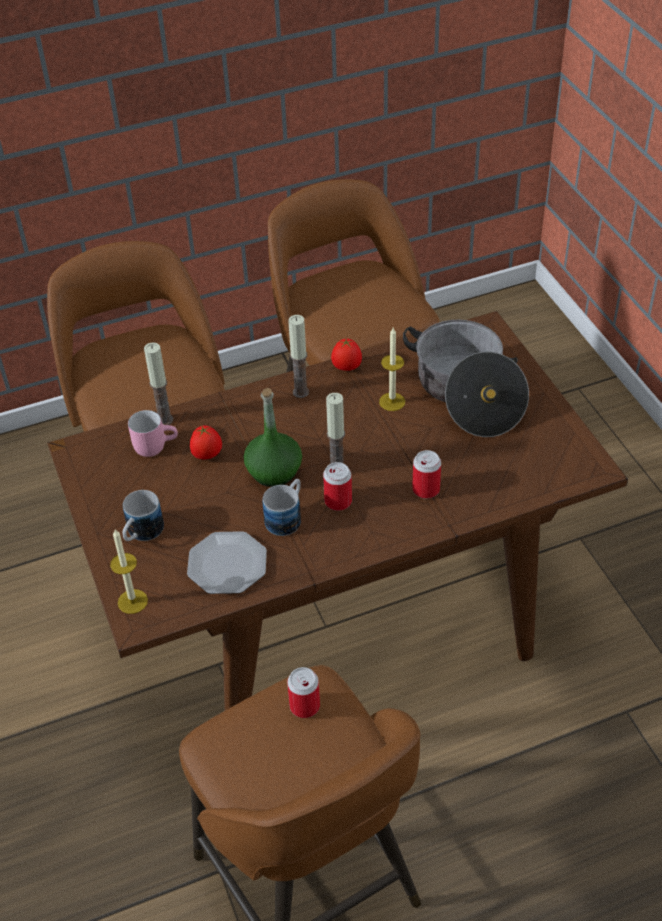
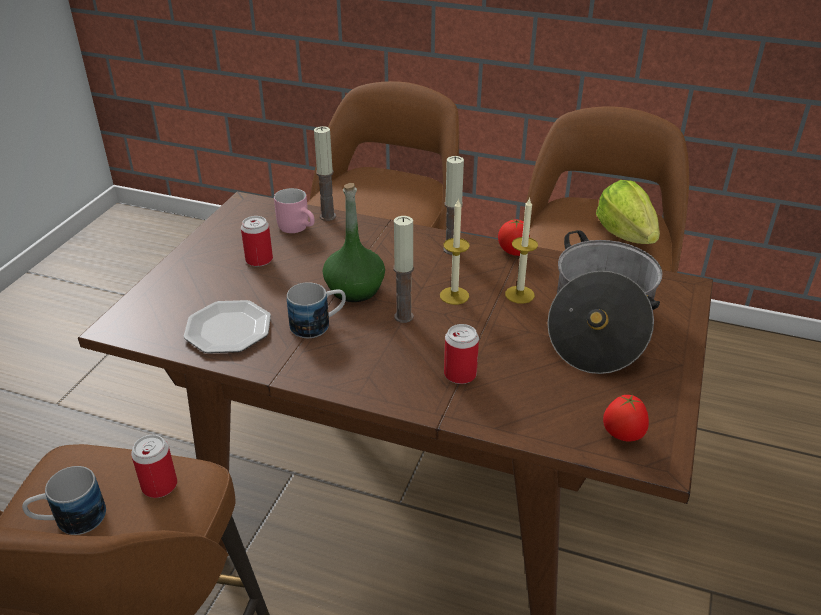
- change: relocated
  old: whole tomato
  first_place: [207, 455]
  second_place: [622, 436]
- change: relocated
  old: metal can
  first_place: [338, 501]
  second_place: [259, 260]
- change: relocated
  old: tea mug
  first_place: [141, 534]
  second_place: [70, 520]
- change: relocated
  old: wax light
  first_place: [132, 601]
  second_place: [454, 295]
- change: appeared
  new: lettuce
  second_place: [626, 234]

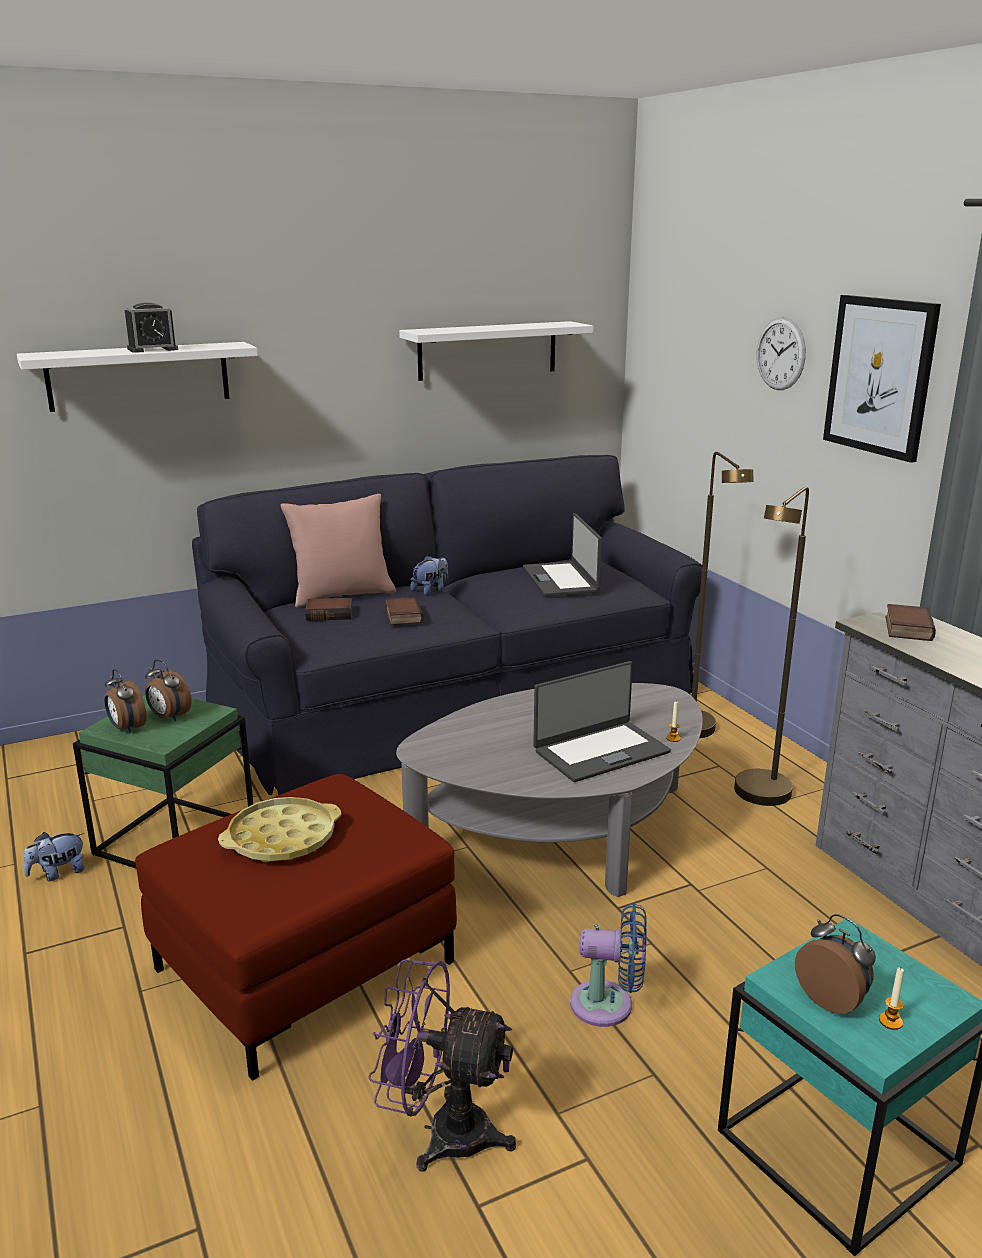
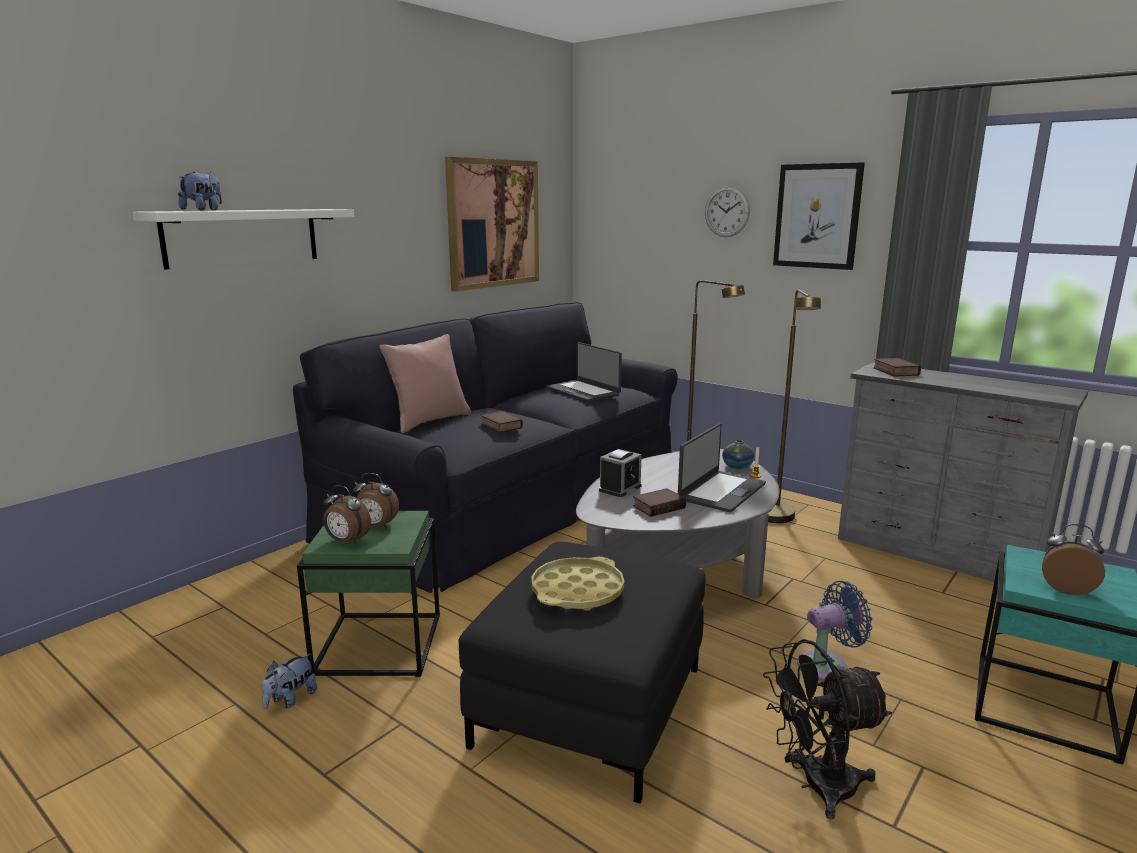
- change: relocated
  old: alarm clock
  first_place: [152, 349]
  second_place: [620, 488]
- change: exchanged
  old: white-coloured bracket shelf
  new: picture
  first_place: [488, 350]
  second_place: [493, 223]
- change: relocated
  old: cuddly toy
  first_place: [430, 590]
  second_place: [203, 210]
- change: relocated
  old: volume
  first_place: [330, 613]
  second_place: [658, 506]
- change: colour
  old: red footrest
  new: black-coloured footrest
  first_place: [305, 964]
  second_place: [590, 704]
- change: colour
  old: purplish fan
  new: black-coloured fan
  first_place: [442, 1132]
  second_place: [816, 786]
- change: missing
  old: wax light
  first_place: [890, 1021]
- change: appeared
  new: vase
  second_place: [737, 466]

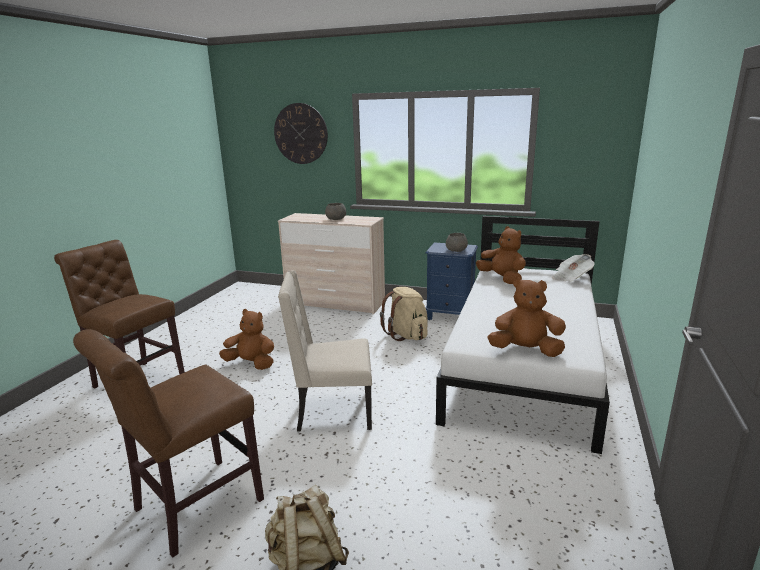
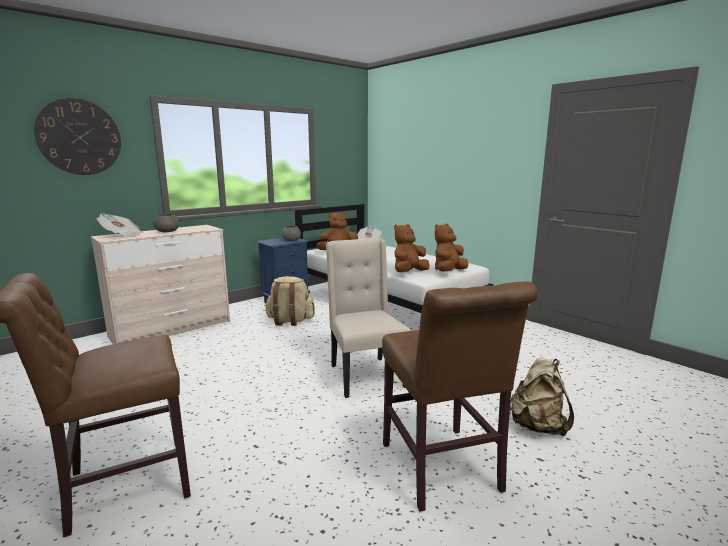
- change: spun
  old: beige-coloured plain chair
  first_place: [332, 412]
  second_place: [365, 375]
  degrees: 135
- change: relocated
  old: brownish cuddly toy
  first_place: [251, 364]
  second_place: [409, 273]
- change: appeared
  new: newspaper
  second_place: [121, 236]

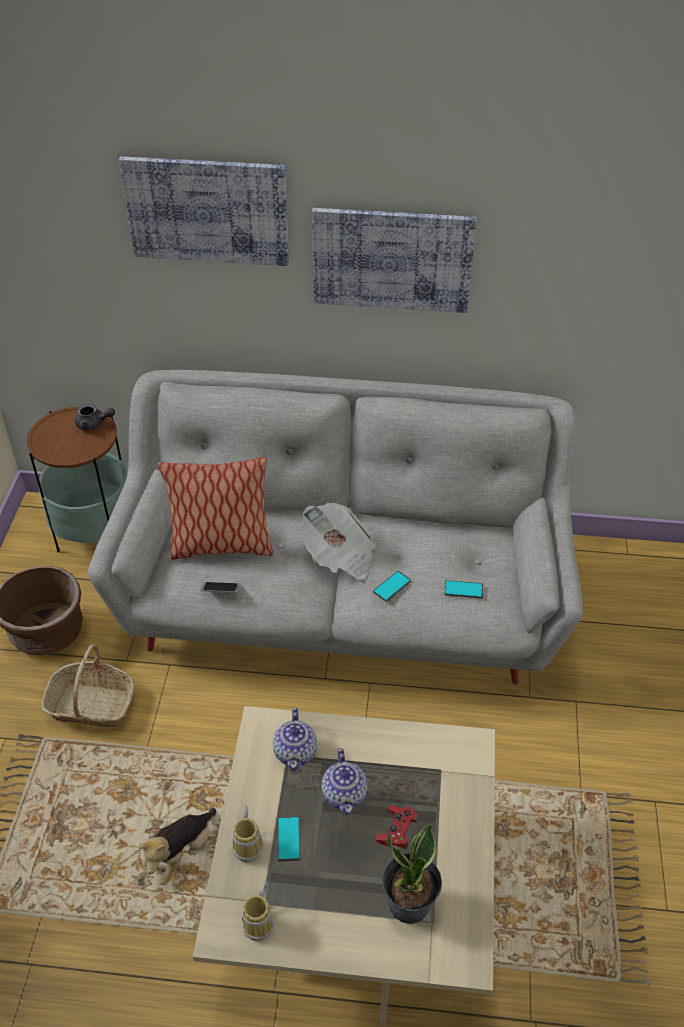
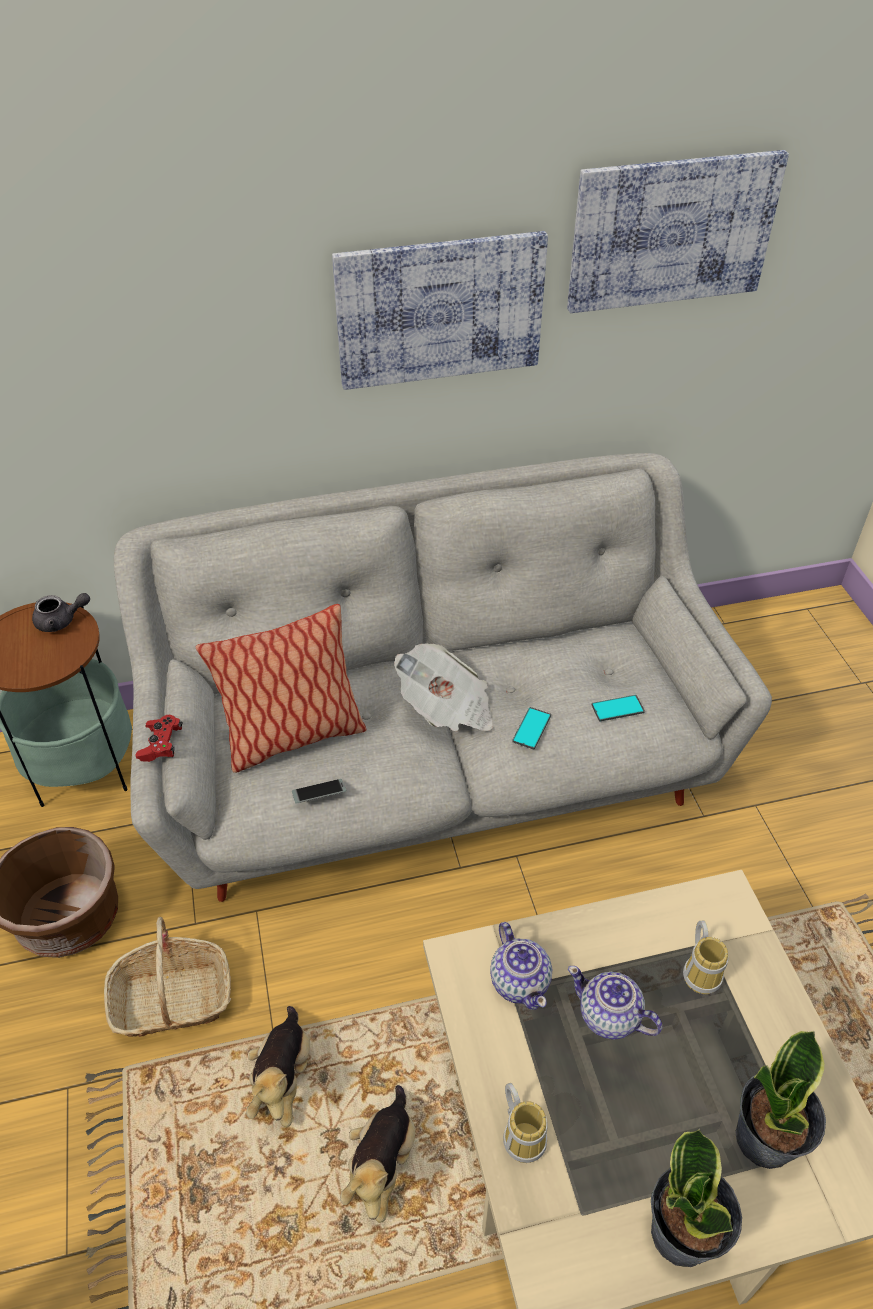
- change: relocated
  old: picture
  first_place: [207, 210]
  second_place: [672, 231]
- change: spun
  old: tea pot
  first_place: [345, 794]
  second_place: [609, 1016]
  degrees: 150
- change: relocated
  old: red gamepad
  first_place: [397, 831]
  second_place: [161, 745]
- change: missing
  old: handset
  first_place: [289, 839]
- change: relocated
  old: tea mug
  first_place: [261, 922]
  second_place: [702, 971]
- change: appeared
  new: cuddly toy
  second_place: [282, 1078]
- change: appeared
  new: houseplant
  second_place: [682, 1233]

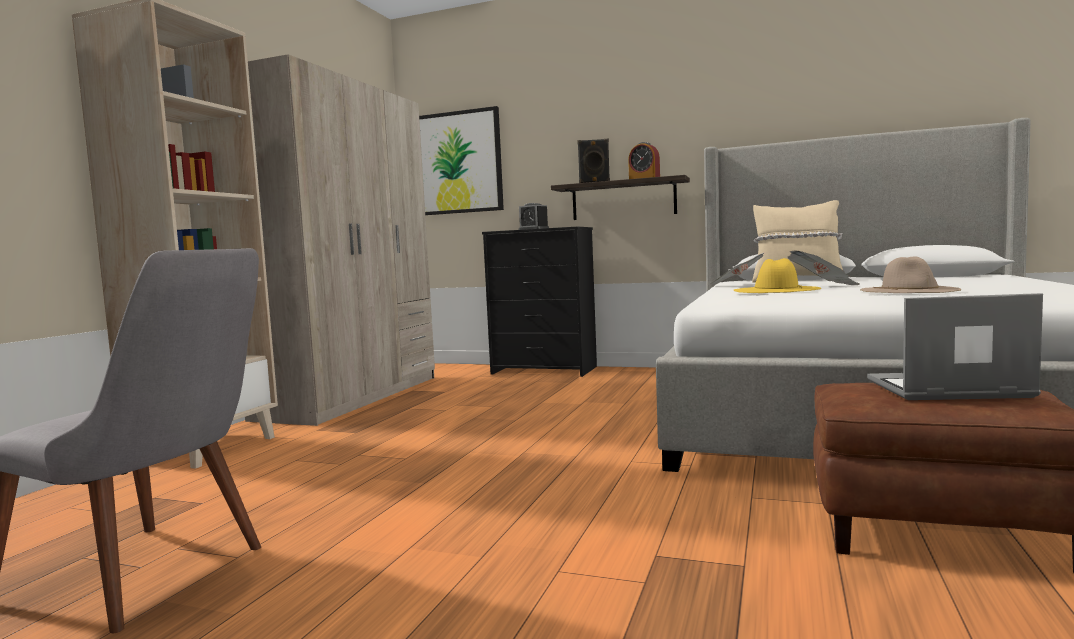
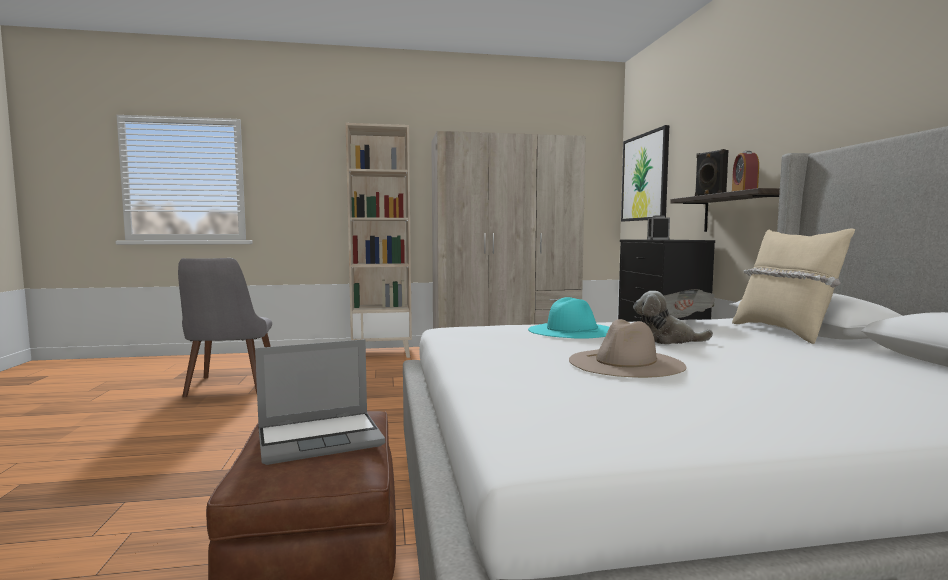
- change: exchanged
  old: newspaper
  new: cuddly toy
  first_place: [823, 286]
  second_place: [666, 340]
- change: colour
  old: yellow-coloured clothing hat
  new: turquoise-coloured clothing hat
  first_place: [776, 290]
  second_place: [572, 330]
- change: spun
  old: portable computer
  first_place: [946, 390]
  second_place: [321, 438]
  degrees: 90

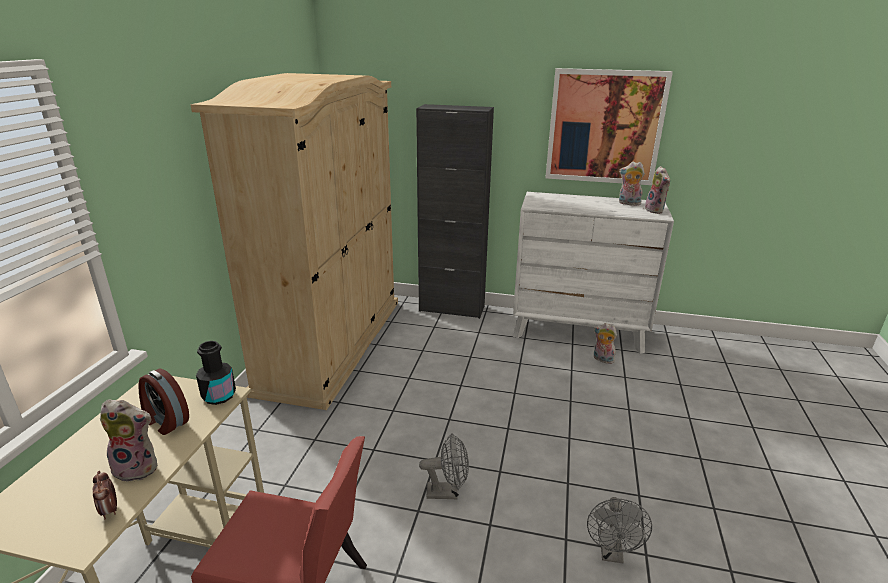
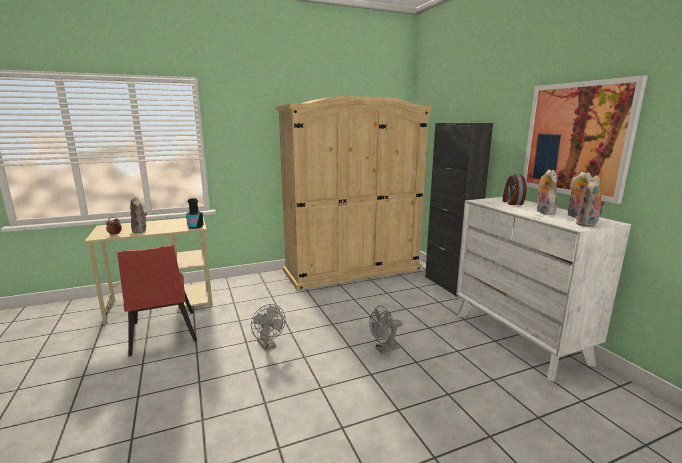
- change: relocated
  old: cuddly toy
  first_place: [602, 359]
  second_place: [543, 212]
- change: relocated
  old: alarm clock
  first_place: [165, 421]
  second_place: [512, 203]
- change: relocated
  old: gray fan
  first_place: [612, 553]
  second_place: [384, 349]

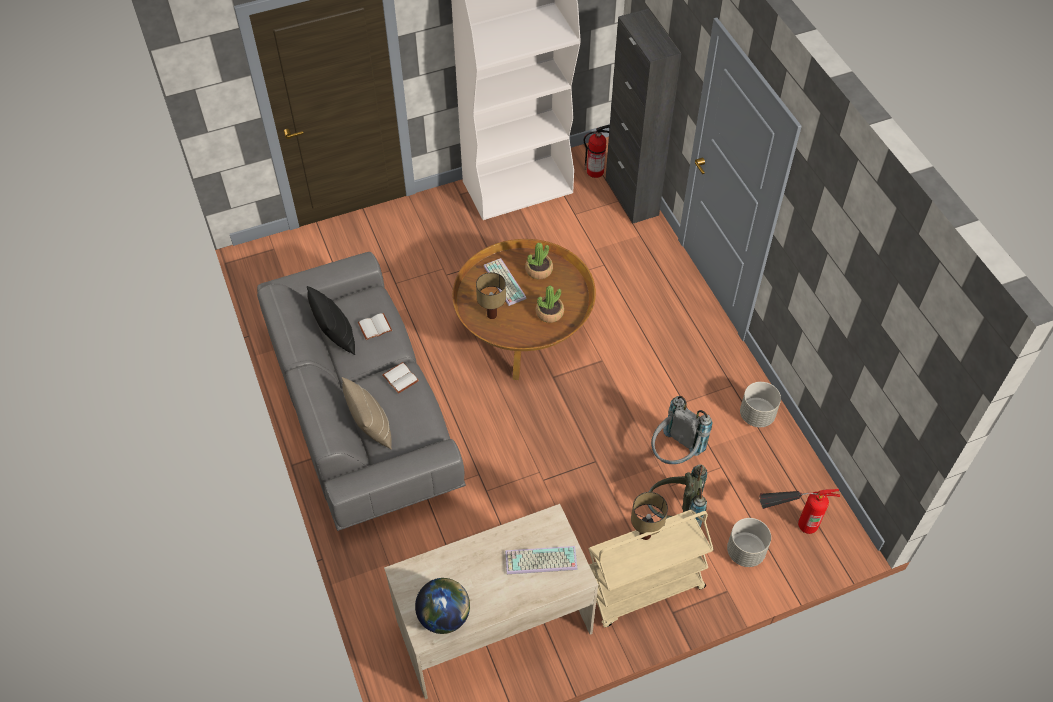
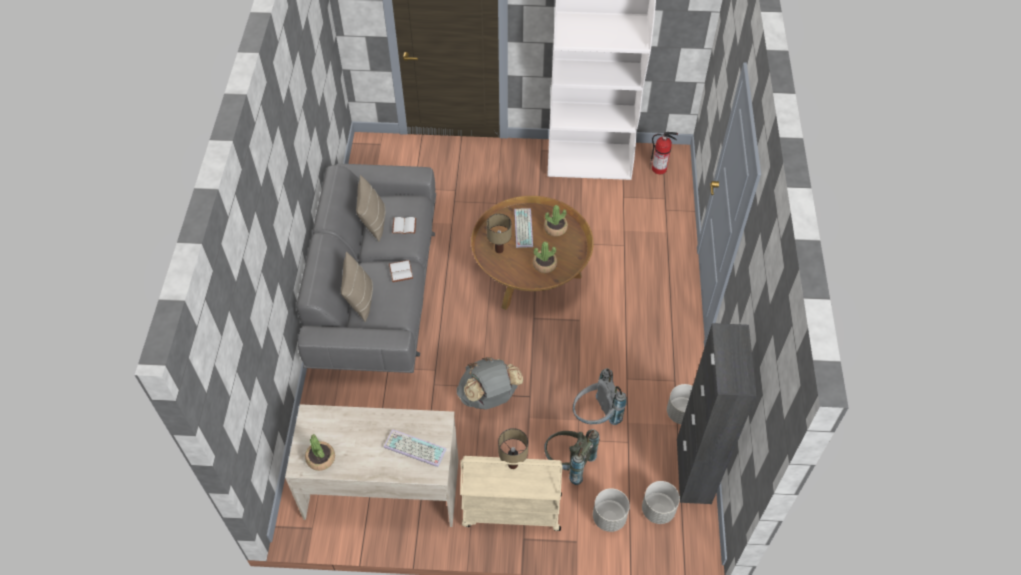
- change: relocated
  old: black-coloured cupboard
  first_place: [631, 197]
  second_place: [693, 471]
- change: colour
  old: black-coloured pillow
  new: beige-coloured pillow
  first_place: [336, 336]
  second_place: [373, 222]
- change: exchanged
  old: fire extinguisher
  new: gray planter
  first_place: [788, 523]
  second_place: [658, 510]
- change: exchanged
  old: desk globe
  new: houseplant
  first_place: [444, 616]
  second_place: [321, 458]
- change: appeared
  new: gray rucksack
  second_place: [489, 397]

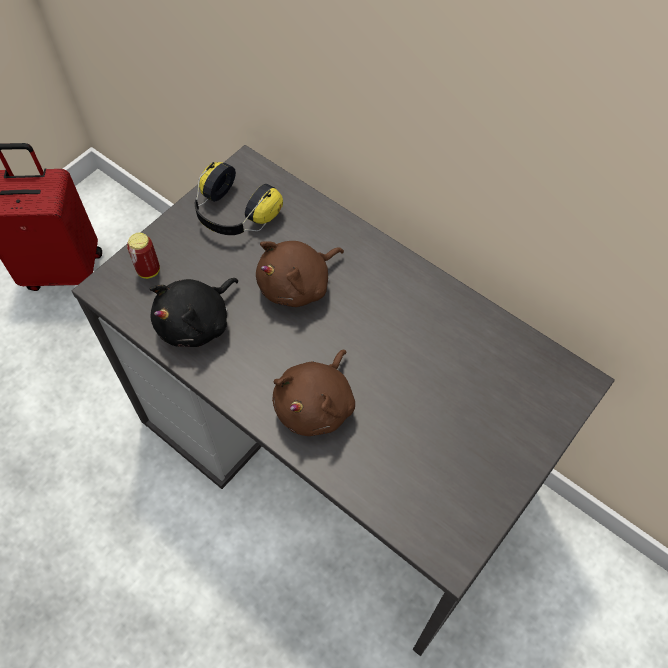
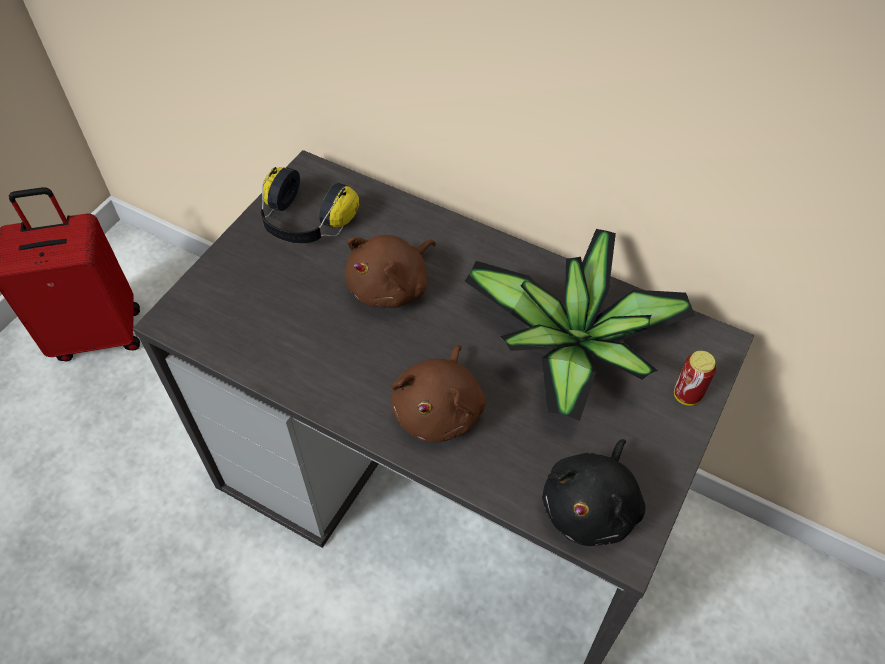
- change: relocated
  old: metal can
  first_place: [149, 271]
  second_place: [687, 395]
- change: relocated
  old: black-coloured cuddly toy
  first_place: [197, 323]
  second_place: [591, 506]
- change: appeared
  new: houseplant
  second_place: [574, 347]

